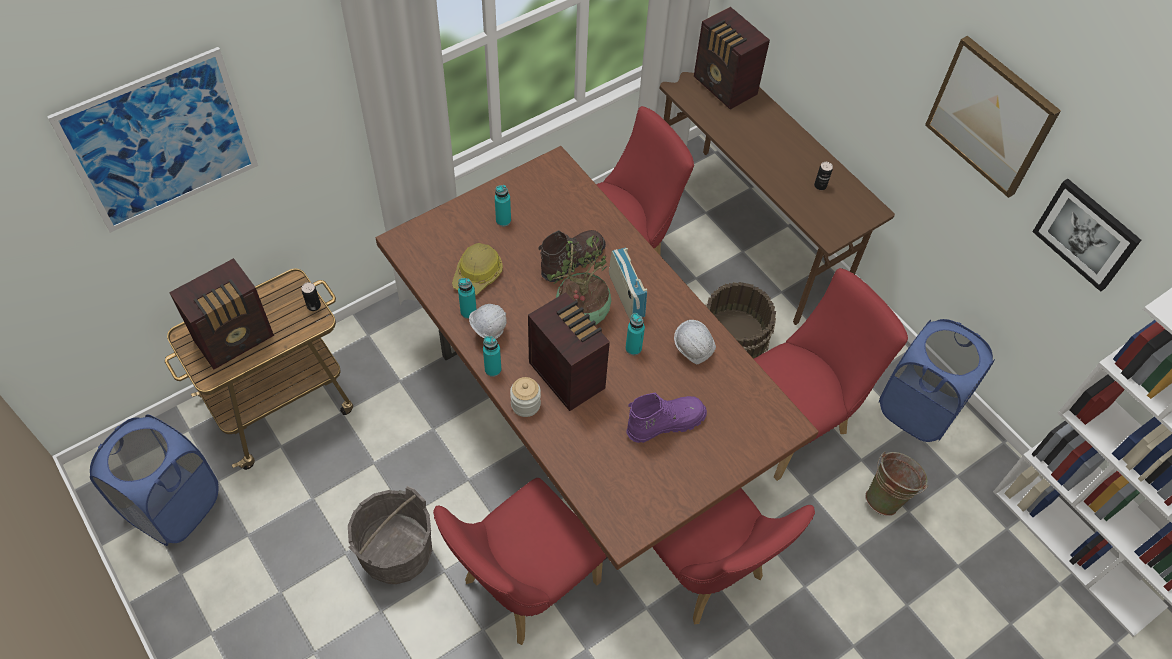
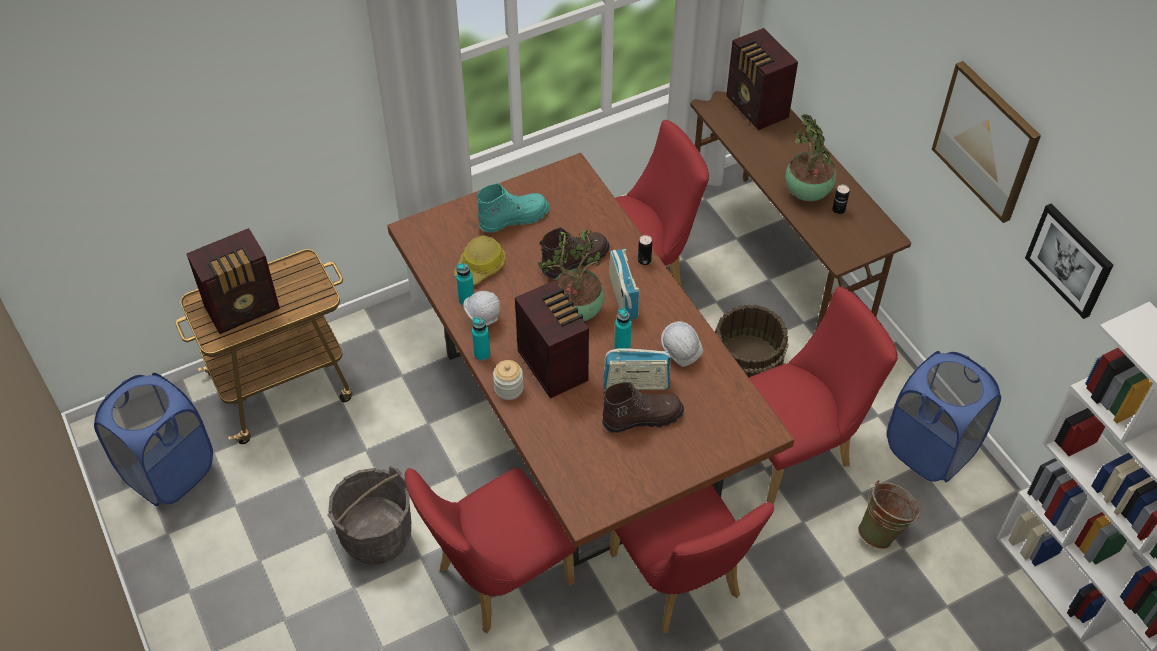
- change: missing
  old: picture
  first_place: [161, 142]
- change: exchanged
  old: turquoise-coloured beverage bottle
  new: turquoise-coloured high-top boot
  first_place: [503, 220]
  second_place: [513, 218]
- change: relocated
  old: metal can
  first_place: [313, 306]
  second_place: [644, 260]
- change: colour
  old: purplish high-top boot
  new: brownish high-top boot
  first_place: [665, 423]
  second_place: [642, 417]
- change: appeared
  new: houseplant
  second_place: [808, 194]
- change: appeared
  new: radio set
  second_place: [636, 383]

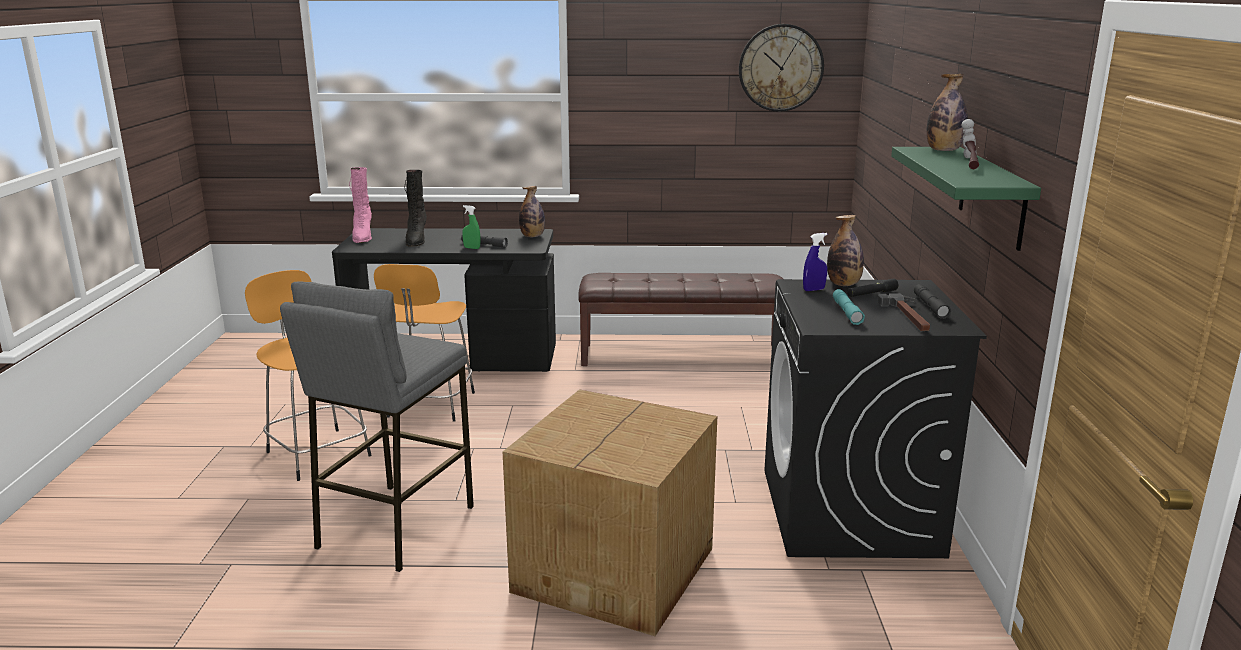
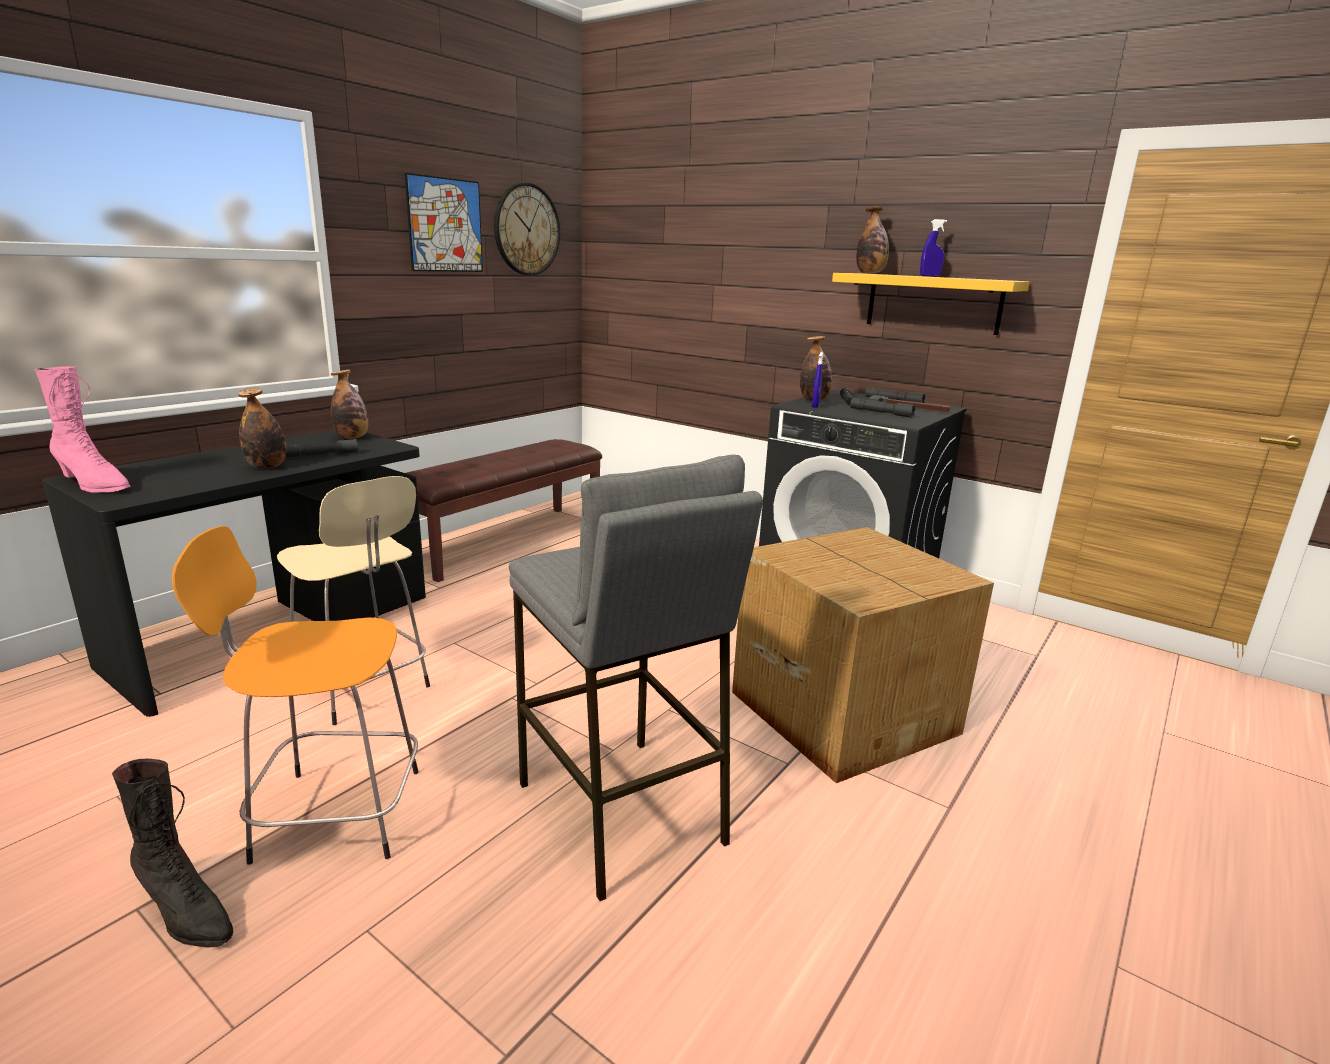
- change: exchanged
  old: tool hammer
  new: bluish spray bottle
  first_place: [969, 164]
  second_place: [930, 276]
- change: colour
  old: green bracket shelf
  new: yellow-coloured bracket shelf
  first_place: [992, 196]
  second_place: [933, 303]
- change: relocated
  old: black-coloured high-top boot
  first_place: [416, 240]
  second_place: [186, 913]
- change: missing
  old: green spray bottle
  first_place: [472, 248]
- change: colour
  old: orange-coloured sitting stool
  new: beige-coloured sitting stool
  first_place: [430, 406]
  second_place: [362, 687]
- change: colour
  old: turquoise-coloured torch
  new: gray torch
  first_place: [846, 312]
  second_place: [881, 413]
- change: appeared
  new: picture
  second_place: [445, 225]
- change: appeared
  new: beverage bottle
  second_place: [267, 467]

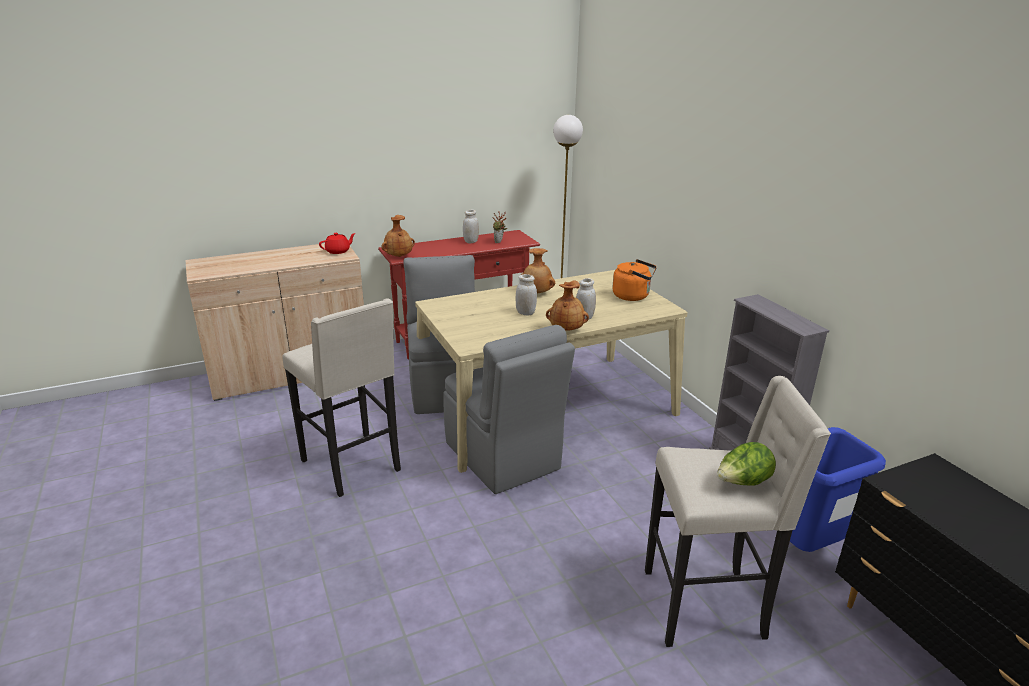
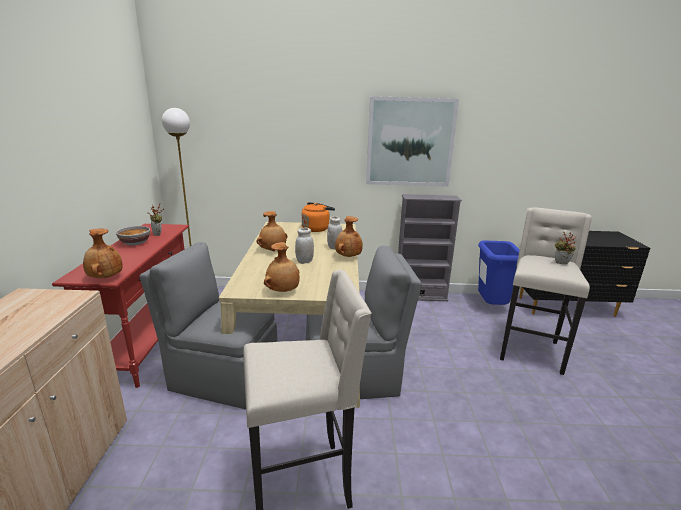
- change: exchanged
  old: white-coloured preserve jar
  new: deep dish
  first_place: [471, 241]
  second_place: [135, 243]
- change: missing
  old: red tea pot
  first_place: [338, 251]
- change: exchanged
  old: lettuce
  new: houseplant
  first_place: [742, 483]
  second_place: [561, 263]
- change: appeared
  new: picture
  second_place: [410, 142]
- change: appeared
  new: brownish vase
  second_place: [283, 291]

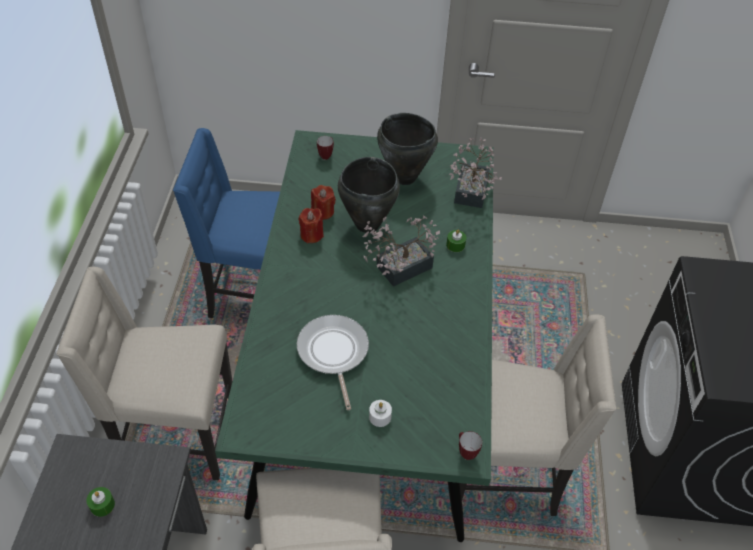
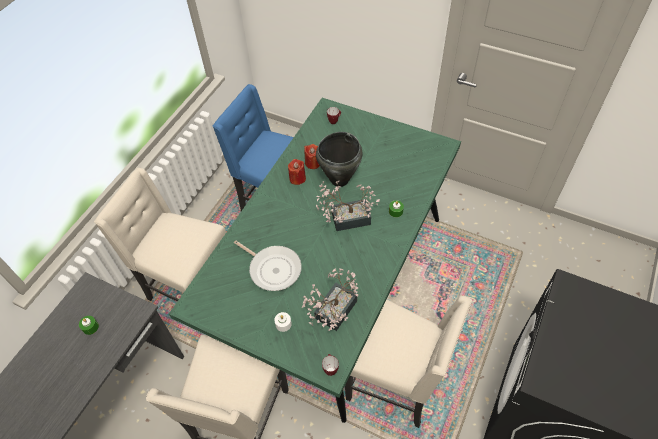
- change: missing
  old: black-coloured stockpot
  first_place: [404, 177]
- change: relocated
  old: houseplant
  first_place: [469, 195]
  second_place: [332, 313]
- change: spun
  old: frying pan
  first_place: [333, 353]
  second_place: [273, 268]
  degrees: 120

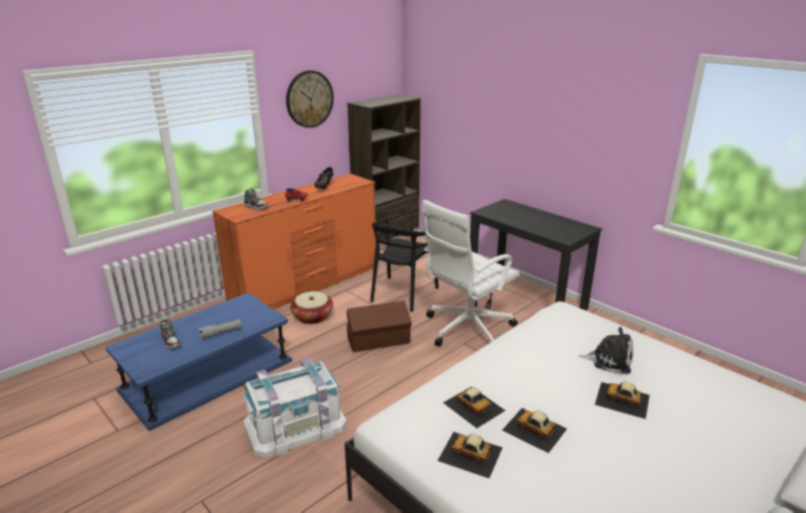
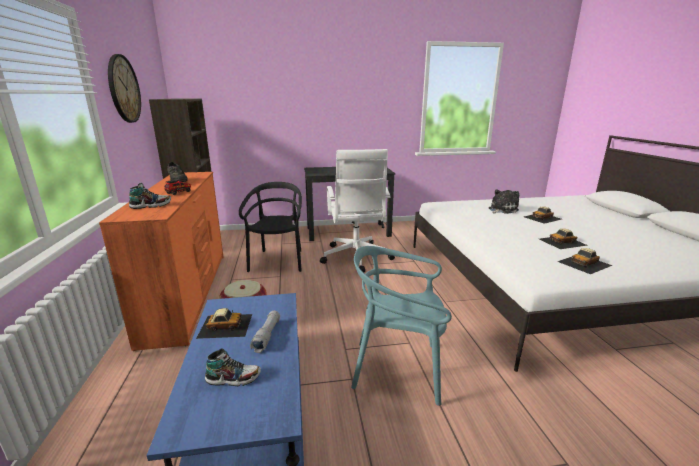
- change: spun
  old: black-coloured plain chair
  first_place: [402, 293]
  second_place: [278, 261]
  degrees: -150
- change: missing
  old: brownish storage container
  first_place: [379, 340]
- change: exchanged
  old: white-coloured storage container
  new: turquoise-coloured plain chair
  first_place: [295, 424]
  second_place: [397, 369]
- change: relocated
  old: toy car
  first_place: [473, 406]
  second_place: [225, 325]

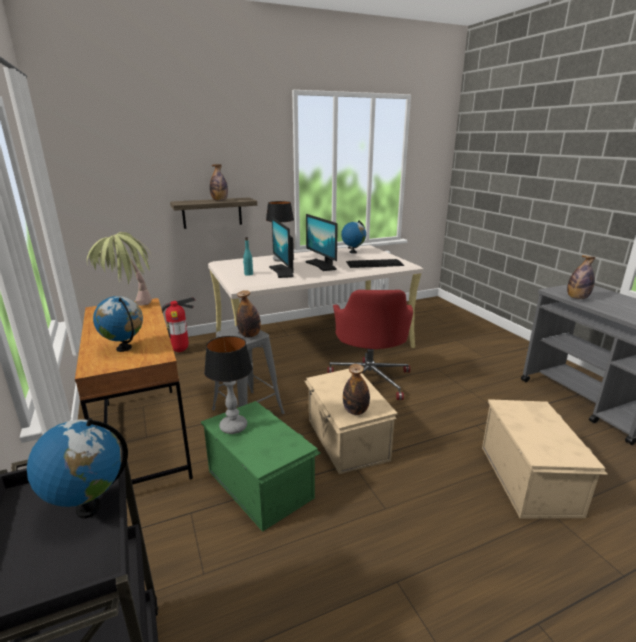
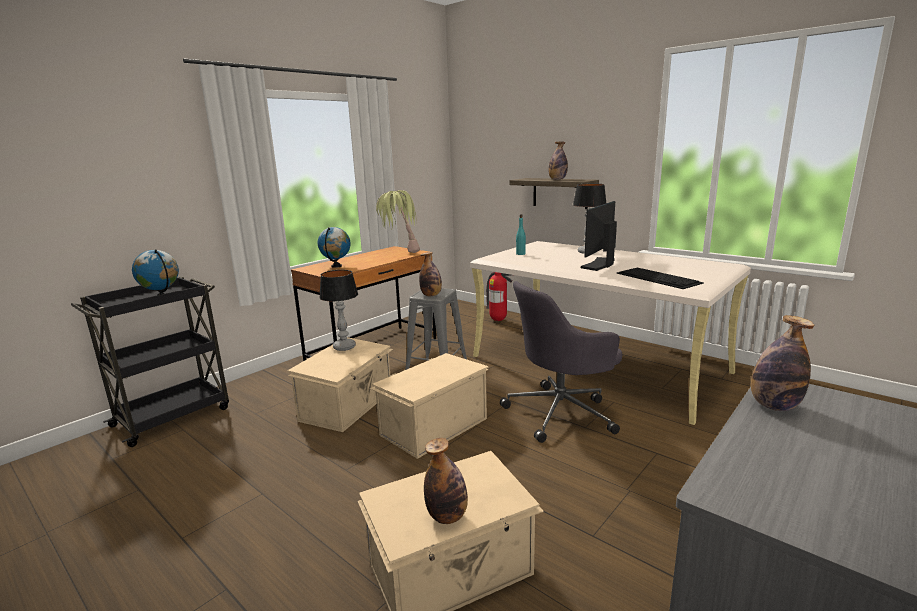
- change: missing
  old: computer display
  first_place: [282, 271]
- change: missing
  old: desk globe
  first_place: [353, 252]
- change: colour
  old: red computer chair
  new: gray computer chair
  first_place: [369, 379]
  second_place: [561, 412]
- change: relocated
  old: beverage bottle
  first_place: [355, 411]
  second_place: [447, 516]
- change: colour
  old: green storage container
  new: beige-coloured storage container
  first_place: [261, 483]
  second_place: [348, 405]

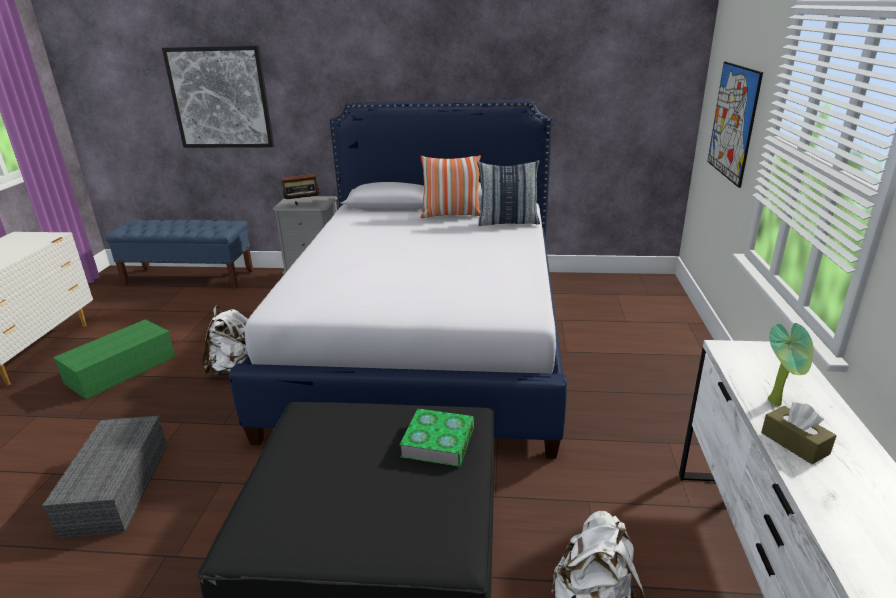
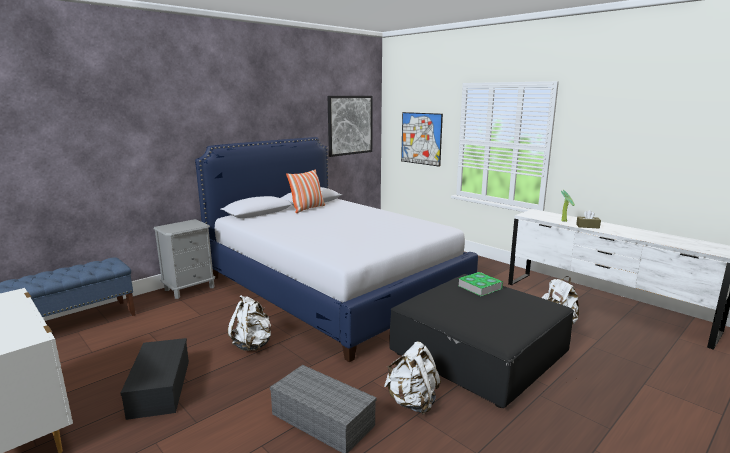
- change: relocated
  old: picture
  first_place: [220, 98]
  second_place: [350, 125]
- change: missing
  old: pillow
  first_place: [508, 222]
- change: missing
  old: radio set
  first_place: [303, 205]
- change: colour
  old: green storage container
  new: black-coloured storage container
  first_place: [122, 369]
  second_place: [159, 387]
- change: appeared
  new: white-coloured rucksack
  second_place: [412, 402]

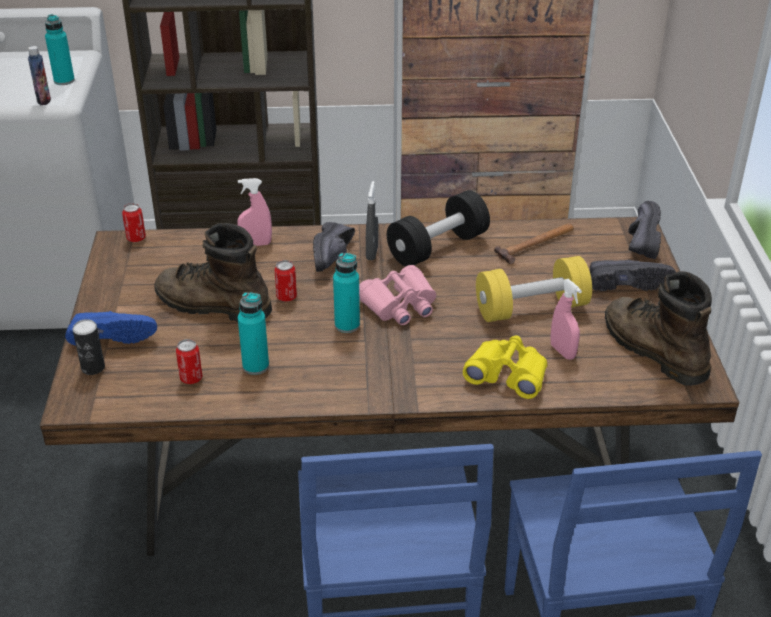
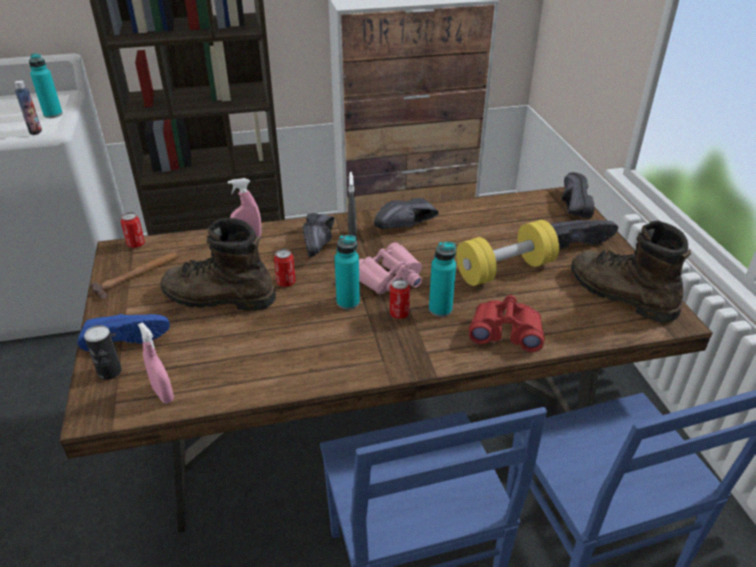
- change: exchanged
  old: black-coloured dumbbell
  new: black-coloured shoe
  first_place: [438, 247]
  second_place: [407, 226]
- change: relocated
  old: tool hammer
  first_place: [536, 244]
  second_place: [137, 276]
- change: relocated
  old: pink spray bottle
  first_place: [562, 351]
  second_place: [163, 394]
- change: relocated
  old: turquoise-coloured beverage bottle
  first_place: [255, 366]
  second_place: [440, 309]
- change: colour
  old: yellow-coloured pair of binoculars
  new: red pair of binoculars
  first_place: [507, 375]
  second_place: [506, 331]
- change: relocated
  old: metal can
  first_place: [191, 378]
  second_place: [399, 314]

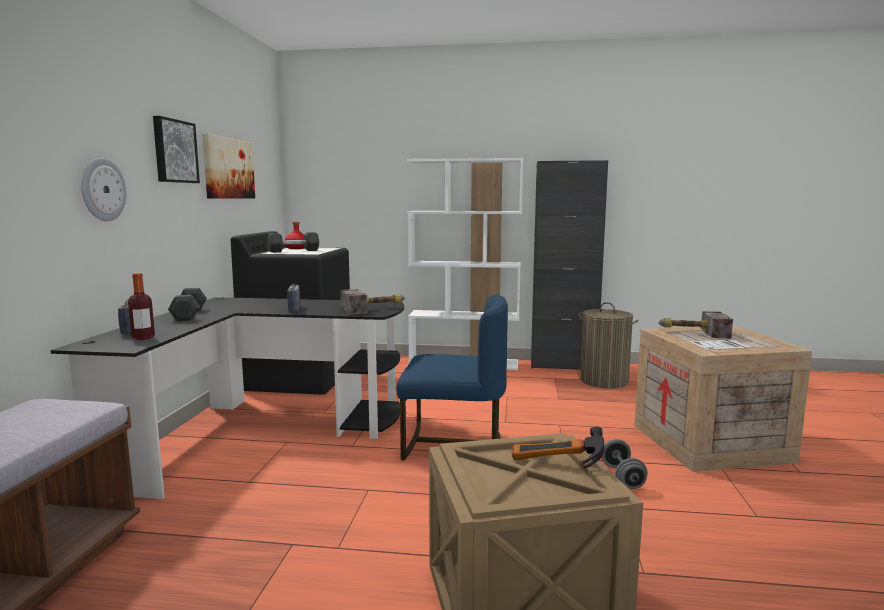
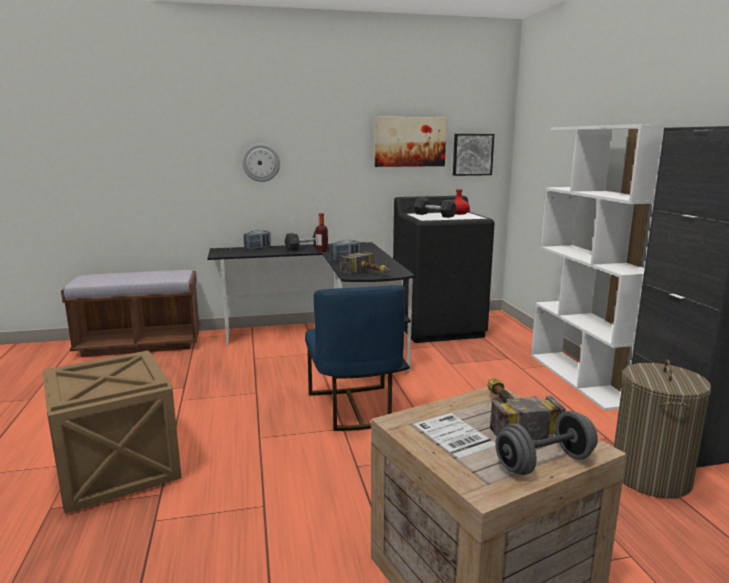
- change: relocated
  old: picture
  first_place: [174, 151]
  second_place: [472, 154]
- change: relocated
  old: beverage bottle
  first_place: [143, 337]
  second_place: [322, 251]
- change: missing
  old: tool hammer
  first_place: [556, 466]
- change: relocated
  old: gray dumbbell
  first_place: [622, 477]
  second_place: [544, 463]

